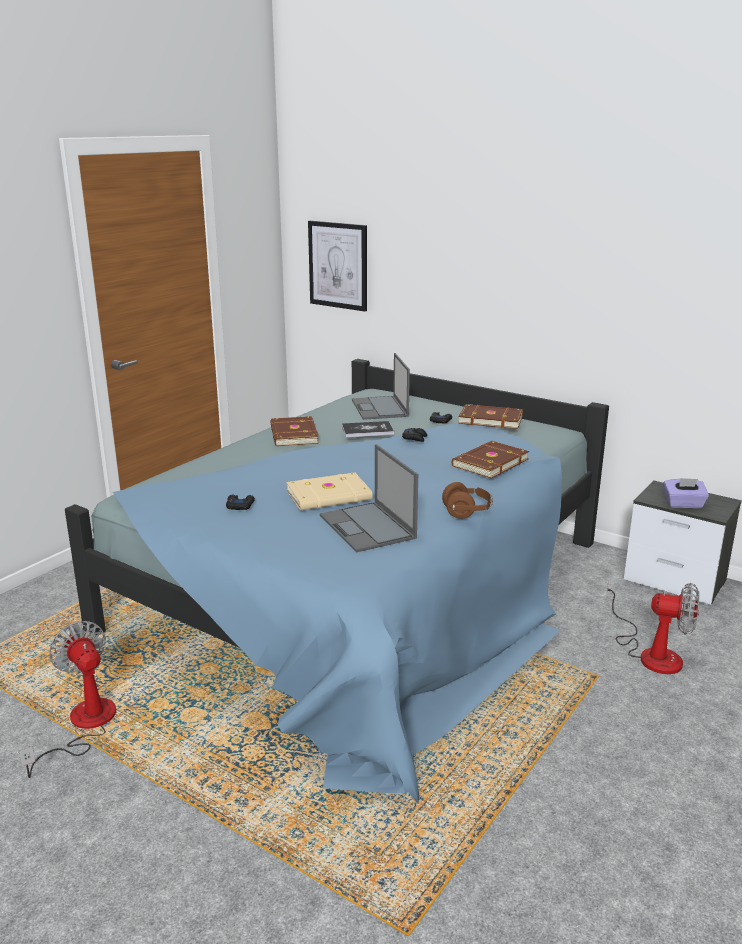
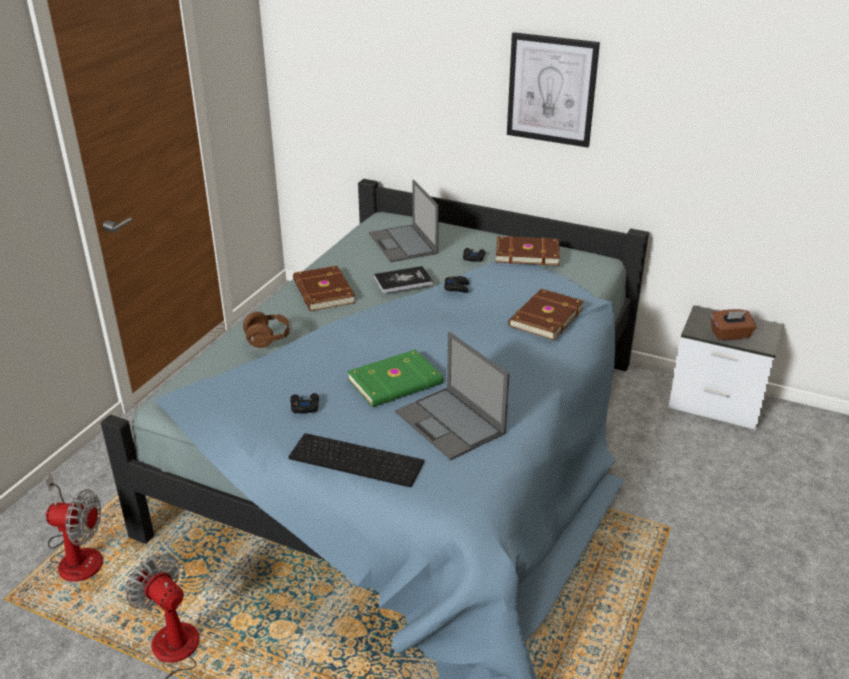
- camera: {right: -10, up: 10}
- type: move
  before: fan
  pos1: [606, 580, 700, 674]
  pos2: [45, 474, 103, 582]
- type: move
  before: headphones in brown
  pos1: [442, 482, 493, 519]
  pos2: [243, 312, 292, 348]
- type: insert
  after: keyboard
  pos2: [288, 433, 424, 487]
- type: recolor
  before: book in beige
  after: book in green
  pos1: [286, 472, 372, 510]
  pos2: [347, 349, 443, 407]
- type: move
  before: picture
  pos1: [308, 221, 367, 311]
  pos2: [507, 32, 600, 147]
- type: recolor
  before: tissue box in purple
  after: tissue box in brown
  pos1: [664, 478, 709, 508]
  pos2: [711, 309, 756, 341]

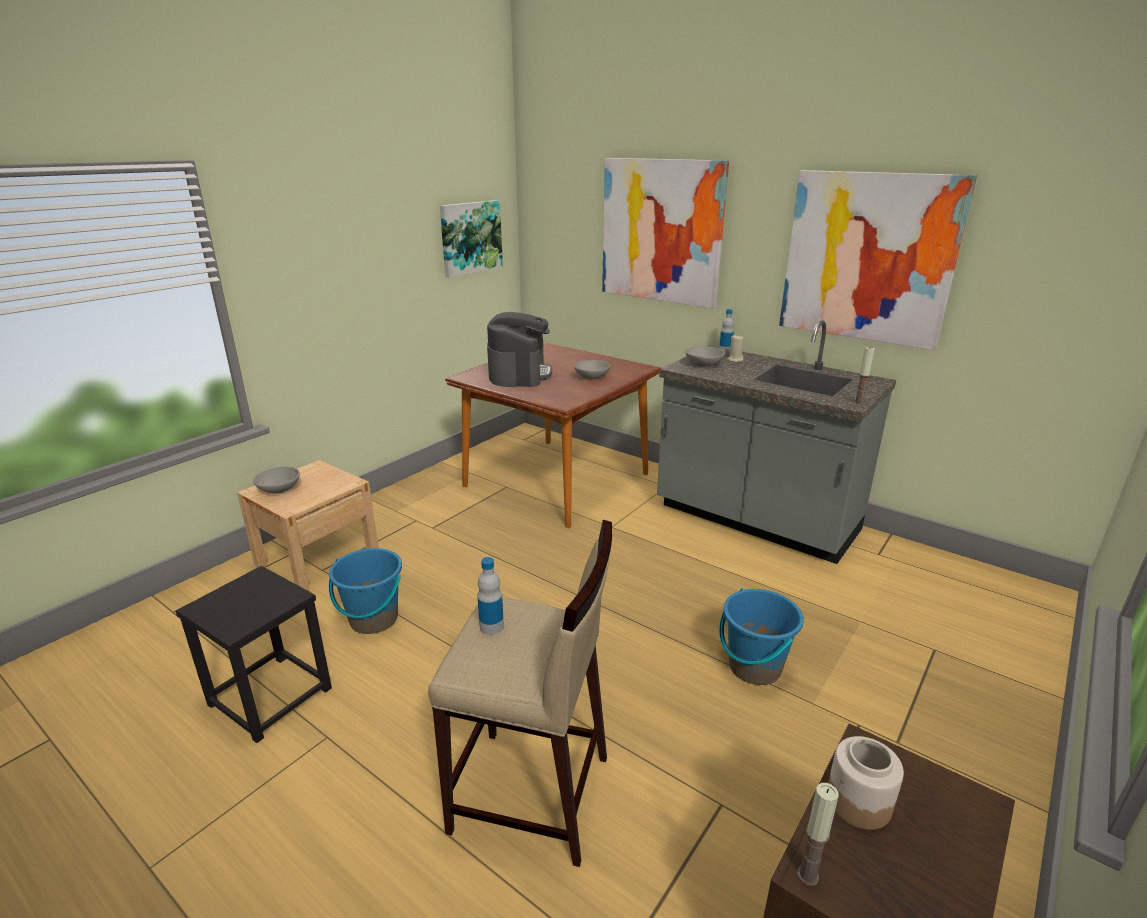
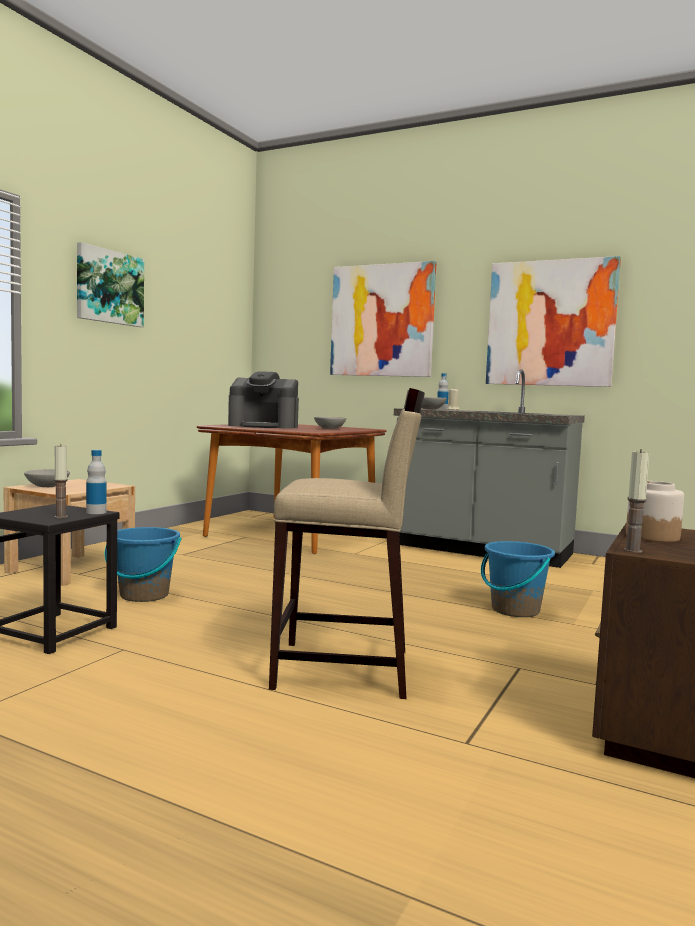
- camera: {right: -10, up: -20}
- type: move
  before: candle
  pos1: [854, 347, 875, 405]
  pos2: [54, 444, 68, 518]
- type: move
  before: picture
  pos1: [440, 200, 503, 278]
  pos2: [77, 242, 144, 327]
- type: move
  before: bottle
  pos1: [477, 557, 504, 635]
  pos2: [86, 450, 107, 514]
- type: rotate
  before: coffee machine
  pos1: [487, 312, 552, 387]
  pos2: [228, 371, 299, 429]
  turn: 105

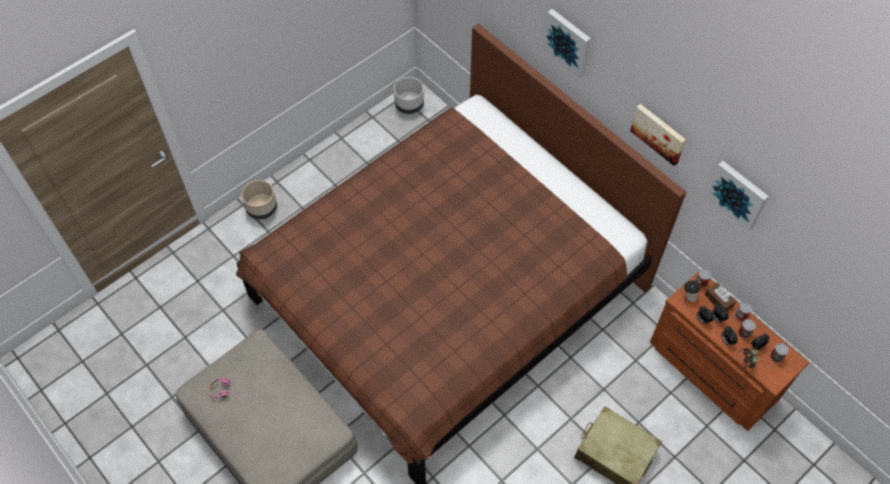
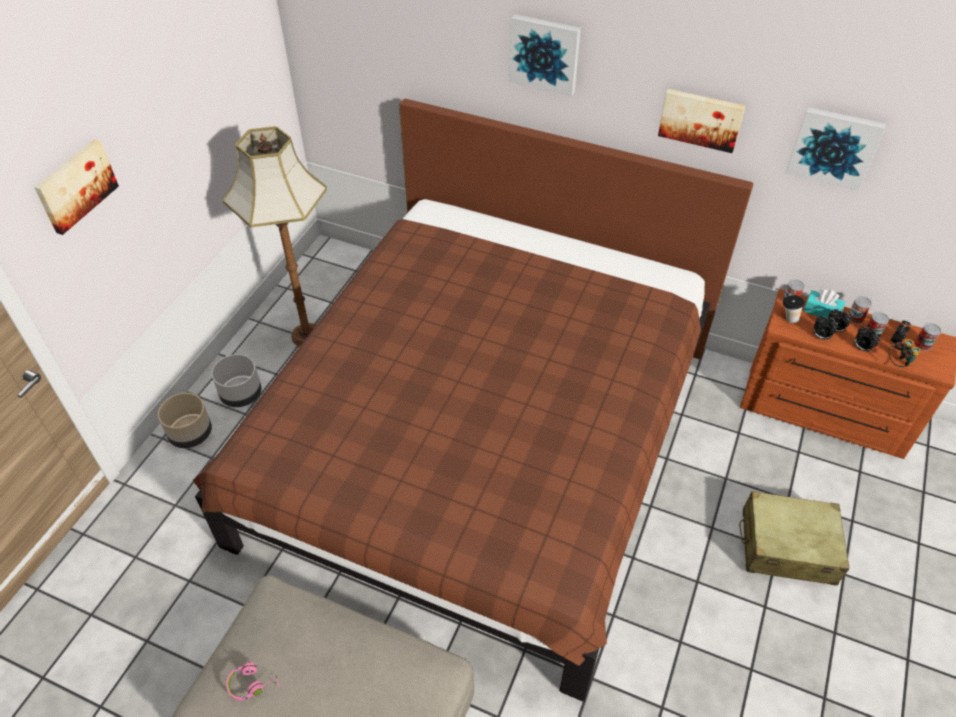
- camera: {right: -25, up: -10}
- type: insert
  after: picture
  pos2: [34, 139, 119, 235]
- type: move
  before: planter in grey
  pos1: [394, 77, 424, 114]
  pos2: [212, 354, 262, 407]
- type: insert
  after: floor lamp
  pos2: [223, 126, 327, 347]
- type: recolor
  before: tissue box in brown
  after: tissue box in turquoise
  pos1: [705, 282, 736, 311]
  pos2: [803, 290, 846, 318]

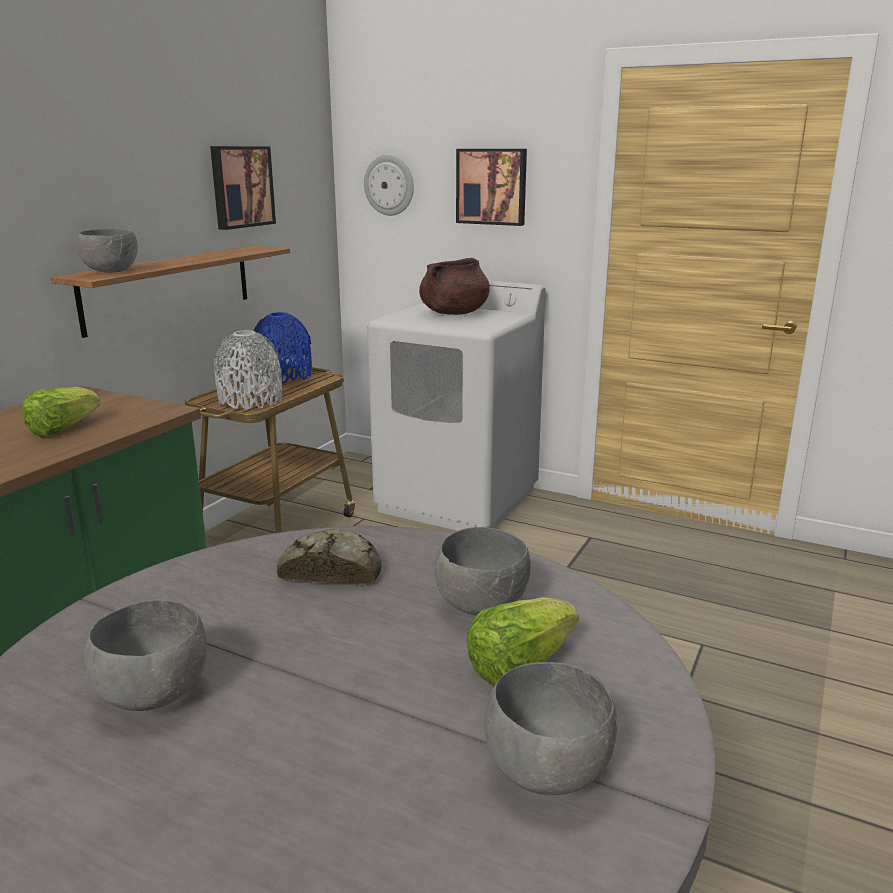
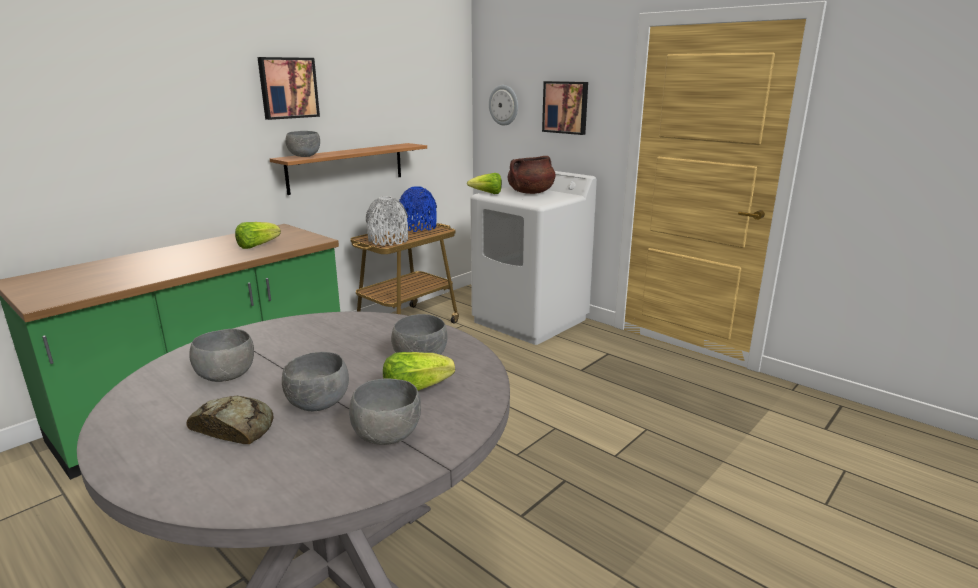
- camera: {right: 15, up: 0}
- type: move
  before: bread
  pos1: [277, 530, 382, 584]
  pos2: [186, 396, 273, 444]
- type: move
  before: picture
  pos1: [210, 146, 276, 230]
  pos2: [257, 57, 320, 120]
- type: insert
  after: bowl in grey
  pos2: [282, 352, 349, 411]
- type: insert
  after: lettuce
  pos2: [467, 173, 502, 194]

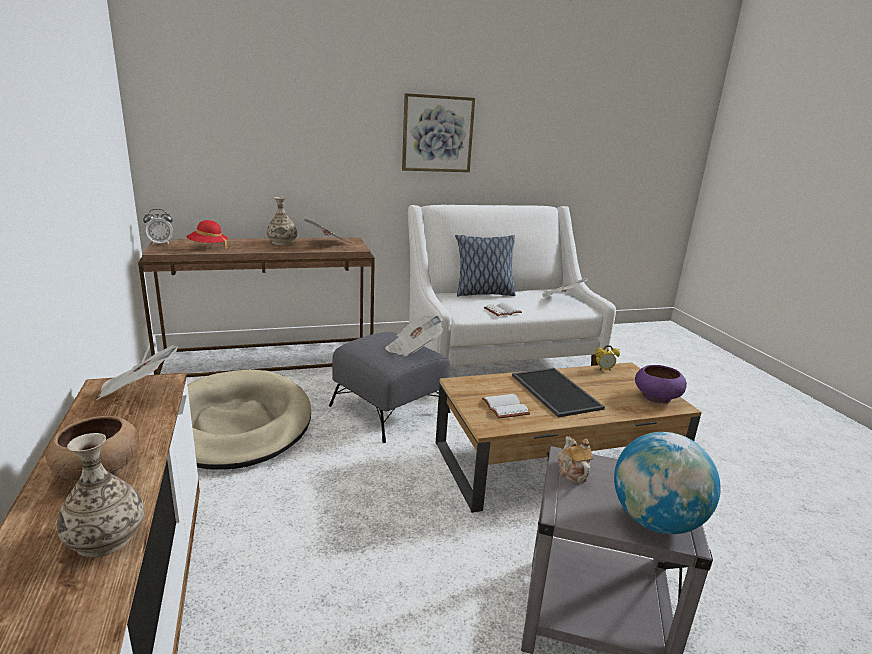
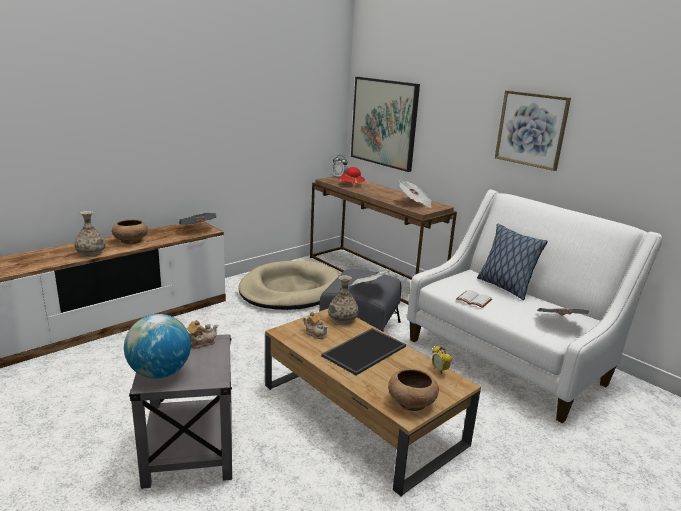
- camera: {right: 65, up: 0}
- type: replace
  before: book in white
  after: teapot
  pos1: [482, 394, 531, 419]
  pos2: [303, 311, 328, 339]
- type: move
  before: vase
  pos1: [267, 197, 297, 245]
  pos2: [328, 275, 359, 325]
- type: insert
  after: picture
  pos2: [351, 77, 420, 172]
- type: recolor
  before: bowl in purple
  after: bowl in brown
  pos1: [635, 365, 687, 403]
  pos2: [388, 369, 439, 411]

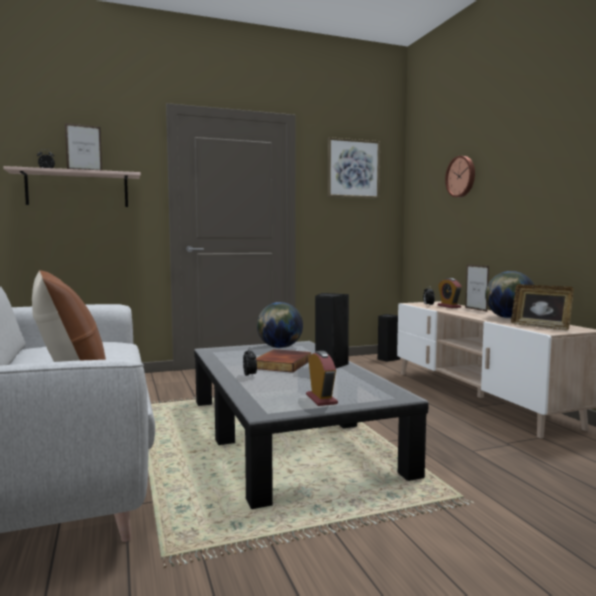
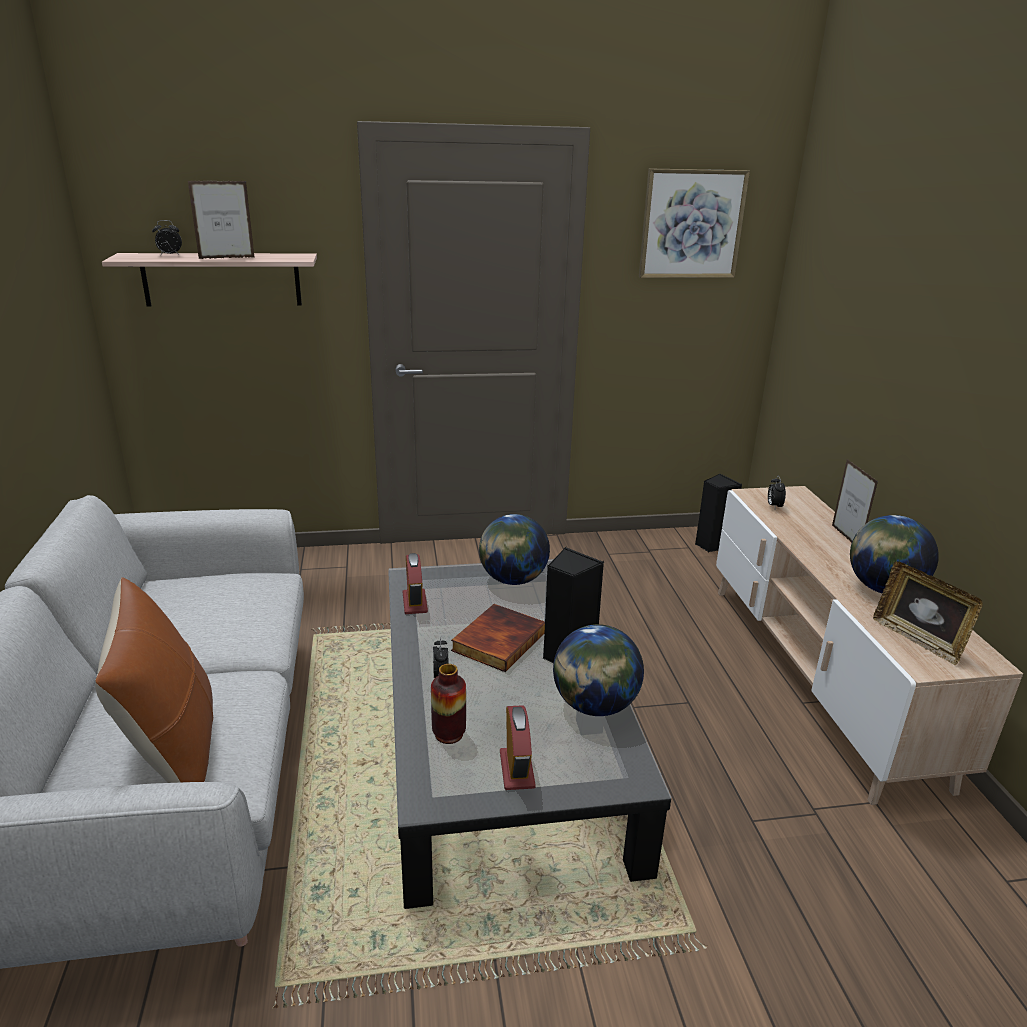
- camera: {right: 10, up: 20}
- type: move
  before: alarm clock
  pos1: [438, 278, 462, 308]
  pos2: [403, 553, 428, 614]
- type: insert
  after: vase
  pos2: [431, 664, 466, 744]
- type: insert
  after: globe
  pos2: [553, 624, 644, 716]
- type: delete
  before: wall clock
  pos1: [445, 156, 475, 197]

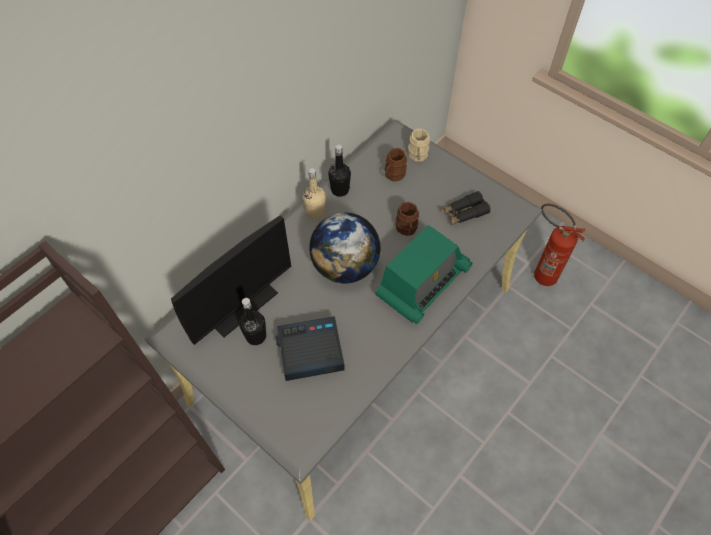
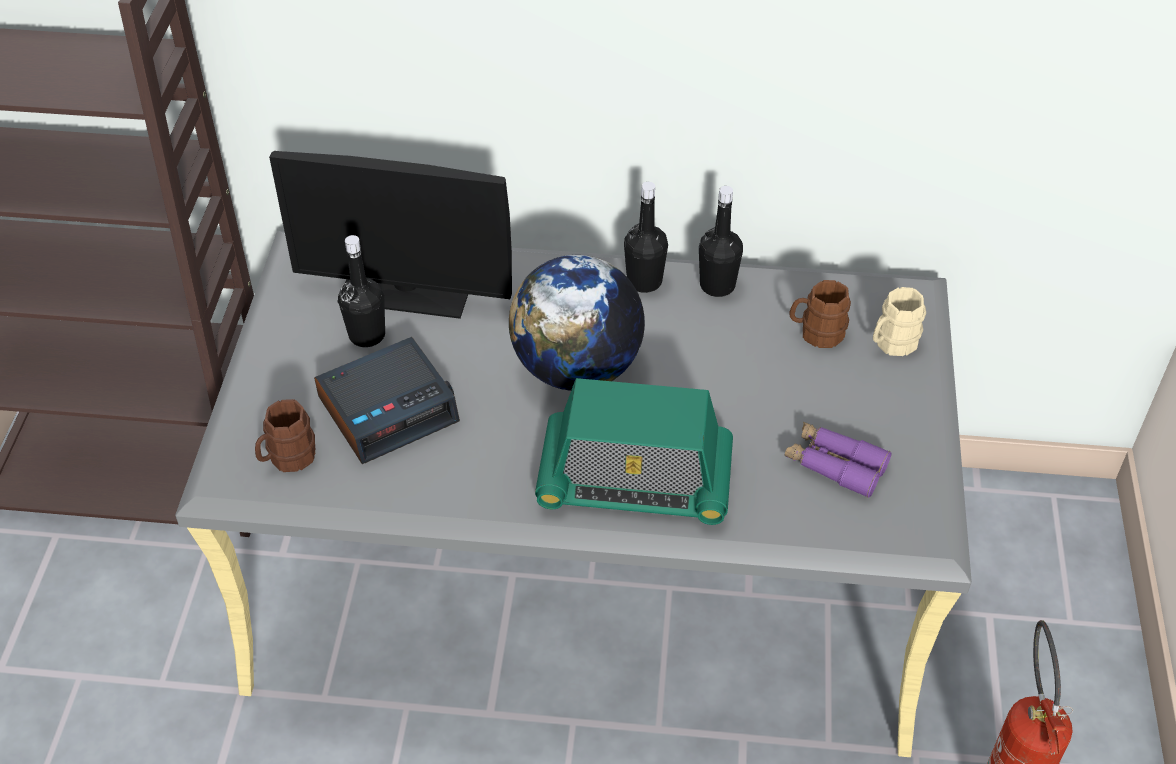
- camera: {right: 55, up: -10}
- type: move
  before: mug in brown
  pos1: [396, 202, 419, 236]
  pos2: [255, 399, 315, 472]
- type: rotate
  before: alarm clock
  pos1: [276, 316, 344, 381]
  pos2: [314, 337, 460, 464]
  turn: 105
- type: recolor
  before: bottle in beige
  after: bottle in black
  pos1: [303, 168, 326, 220]
  pos2: [624, 182, 668, 293]
- type: recolor
  before: binoculars in black
  after: binoculars in purple
  pos1: [441, 191, 491, 225]
  pos2: [785, 422, 891, 498]

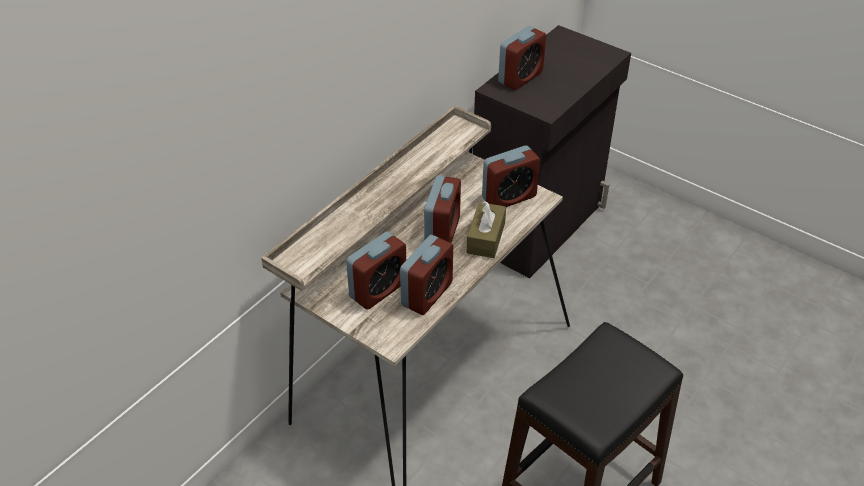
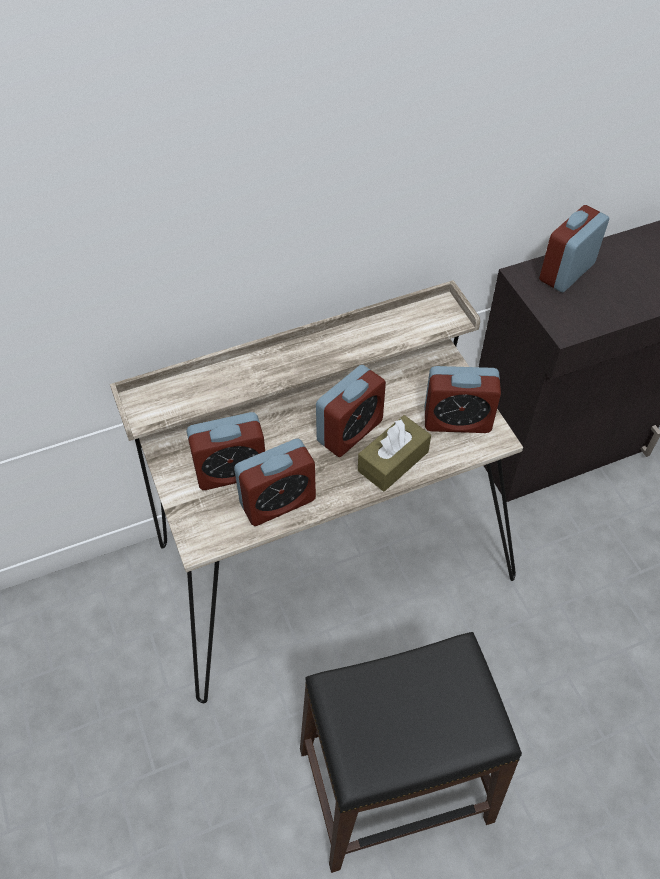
- camera: {right: 30, up: 10}
- type: rotate
  before: alarm clock
  pos1: [498, 26, 546, 90]
  pos2: [539, 205, 609, 292]
  turn: 150

